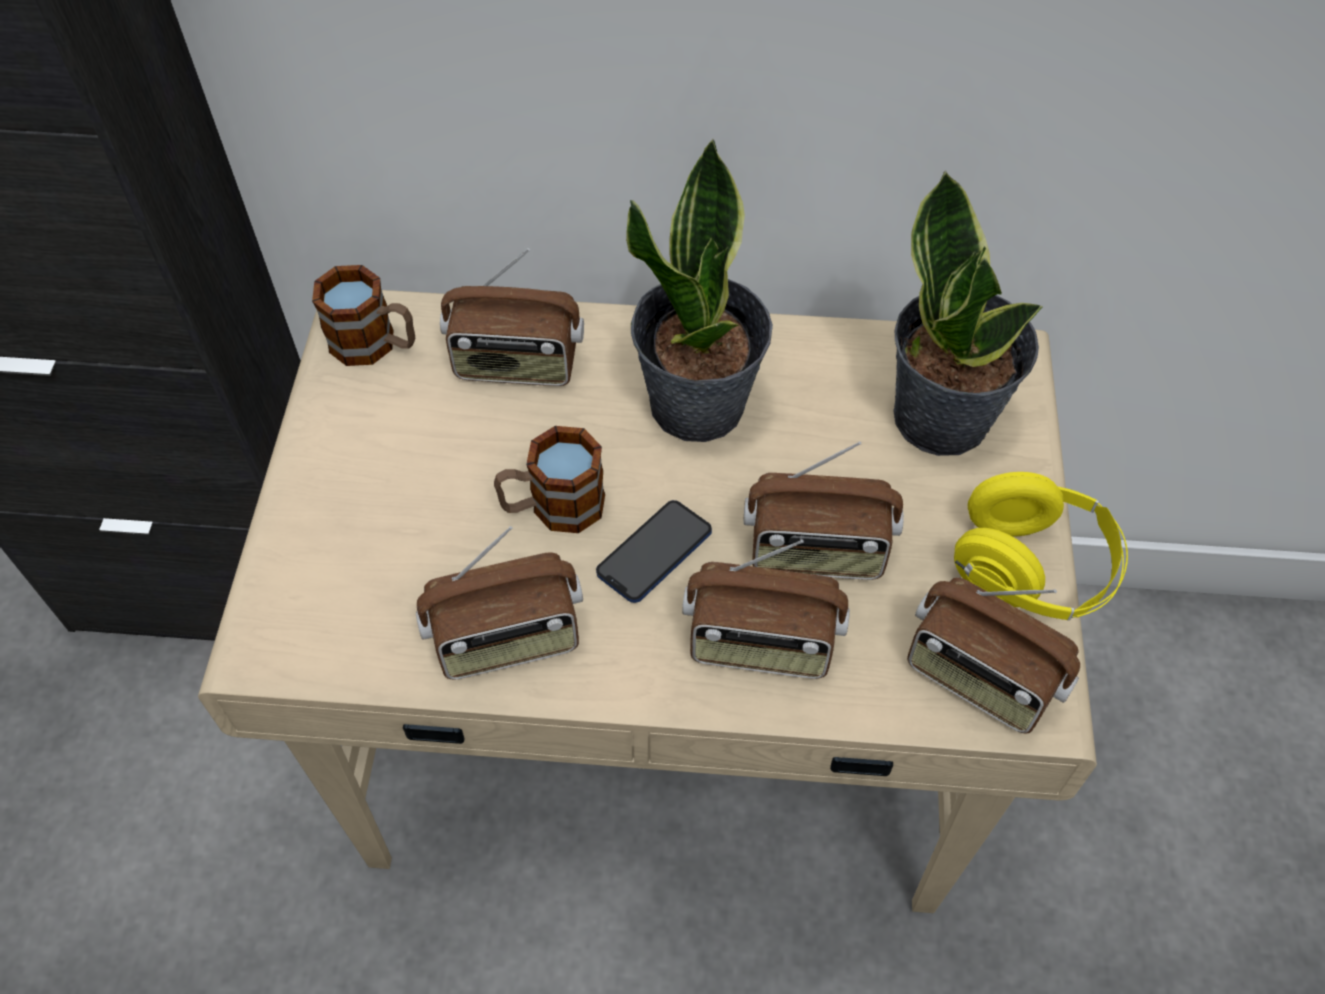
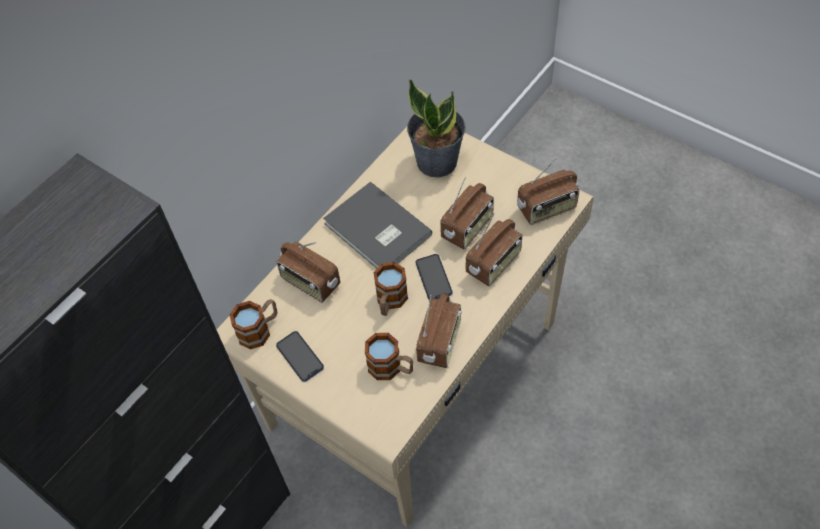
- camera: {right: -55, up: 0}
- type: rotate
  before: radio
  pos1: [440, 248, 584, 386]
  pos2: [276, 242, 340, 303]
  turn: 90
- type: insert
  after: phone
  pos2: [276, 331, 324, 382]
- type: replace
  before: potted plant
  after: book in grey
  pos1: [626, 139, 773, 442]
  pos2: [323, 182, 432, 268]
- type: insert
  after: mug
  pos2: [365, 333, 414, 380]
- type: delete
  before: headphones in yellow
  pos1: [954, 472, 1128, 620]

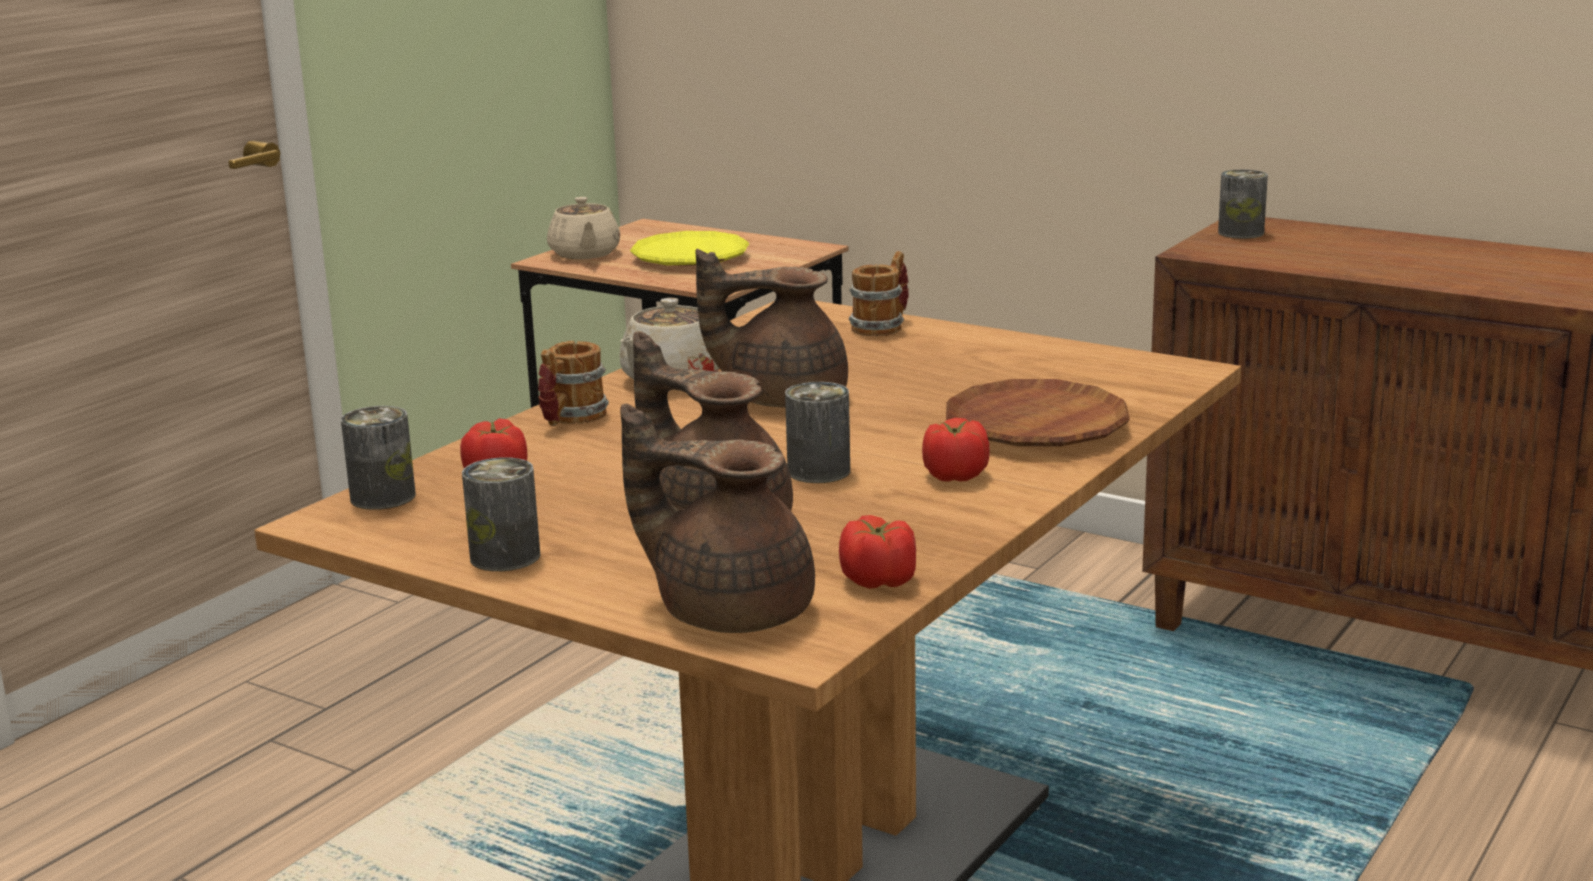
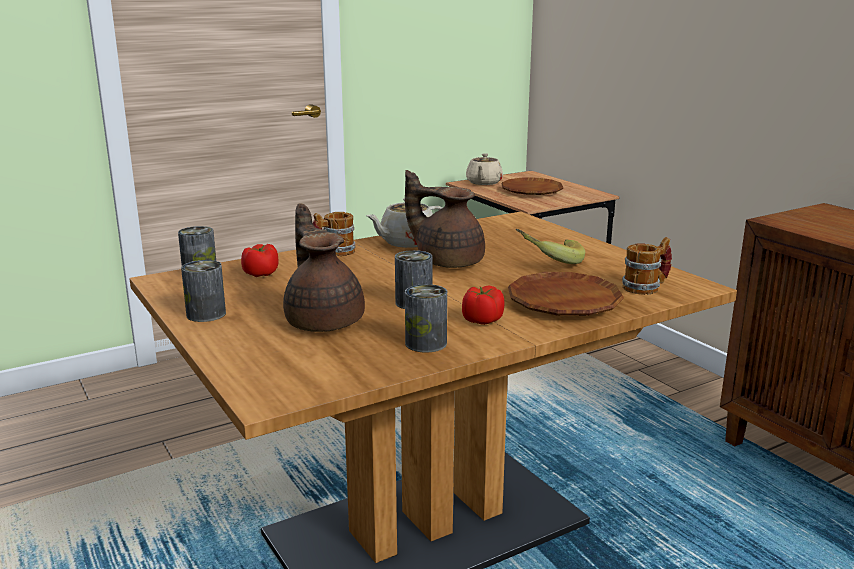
- camera: {right: 25, up: 0}
- type: move
  before: can
  pos1: [1218, 169, 1268, 239]
  pos2: [405, 284, 447, 353]
- type: recolor
  before: plate in yellow
  after: plate in brown
  pos1: [630, 231, 749, 266]
  pos2: [501, 178, 563, 195]
- type: insert
  after: banana
  pos2: [516, 229, 585, 264]
- type: move
  before: mug
  pos1: [849, 251, 909, 336]
  pos2: [622, 237, 672, 295]
- type: delete
  before: teapot in brown
  pos1: [620, 403, 815, 633]
- type: delete
  before: tomato
  pos1: [839, 515, 916, 589]

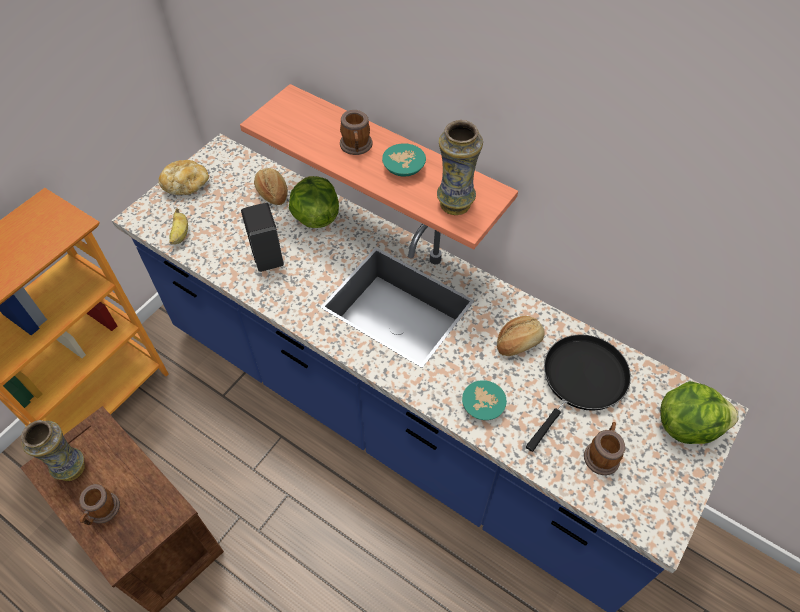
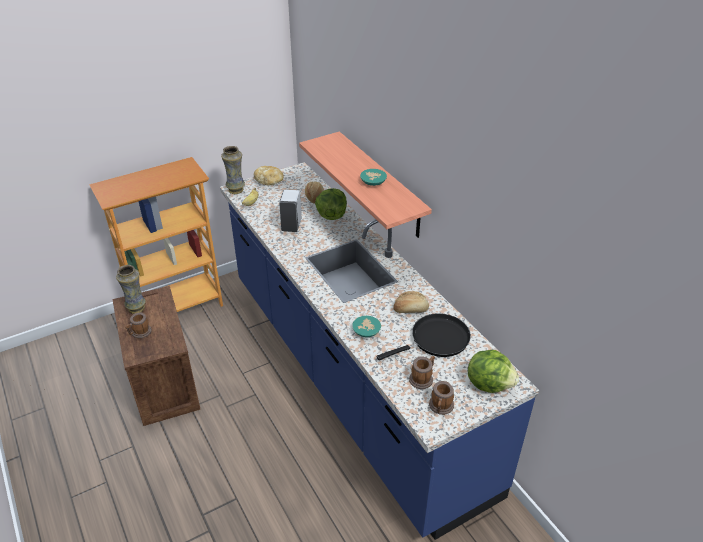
- camera: {right: 25, up: -15}
- type: move
  before: vase
  pos1: [437, 120, 483, 215]
  pos2: [221, 146, 245, 194]
- type: recolor
  before: soap dispenser in black
  after: soap dispenser in white
  pos1: [241, 203, 284, 272]
  pos2: [279, 190, 301, 232]
- type: move
  before: mug
  pos1: [340, 110, 372, 155]
  pos2: [429, 381, 454, 415]

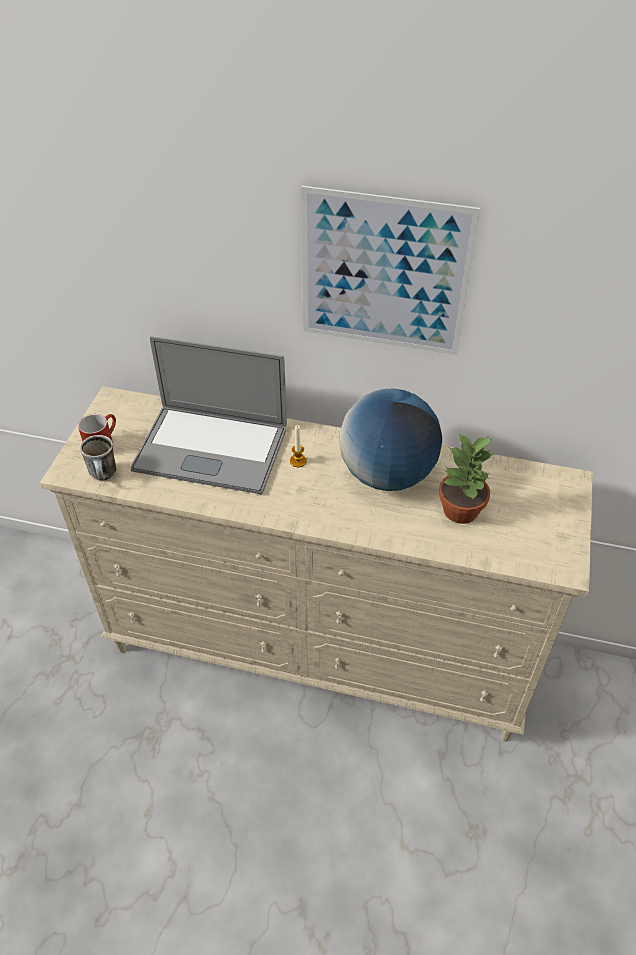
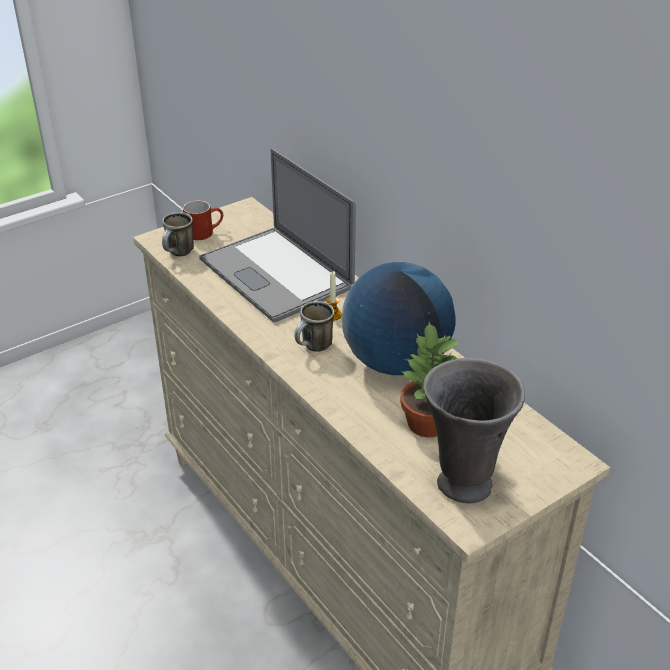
- camera: {right: 40, up: -10}
- type: insert
  after: mug
  pos2: [294, 301, 335, 352]
- type: insert
  after: vase in grey
  pos2: [423, 358, 525, 503]
- type: delete
  before: picture
  pos1: [301, 186, 480, 355]

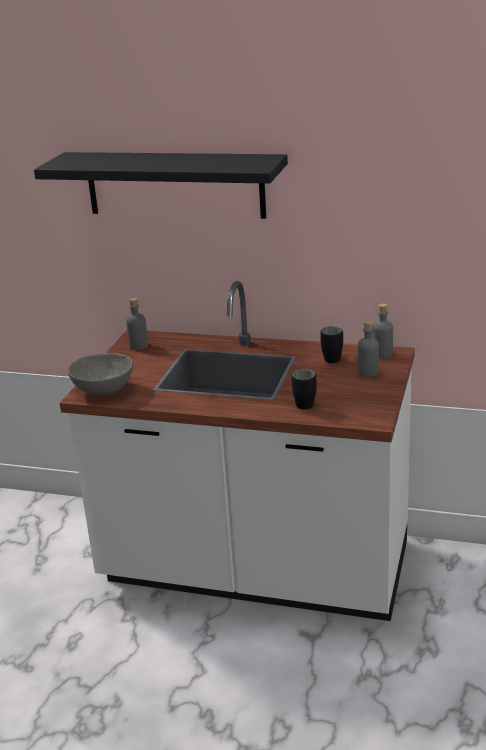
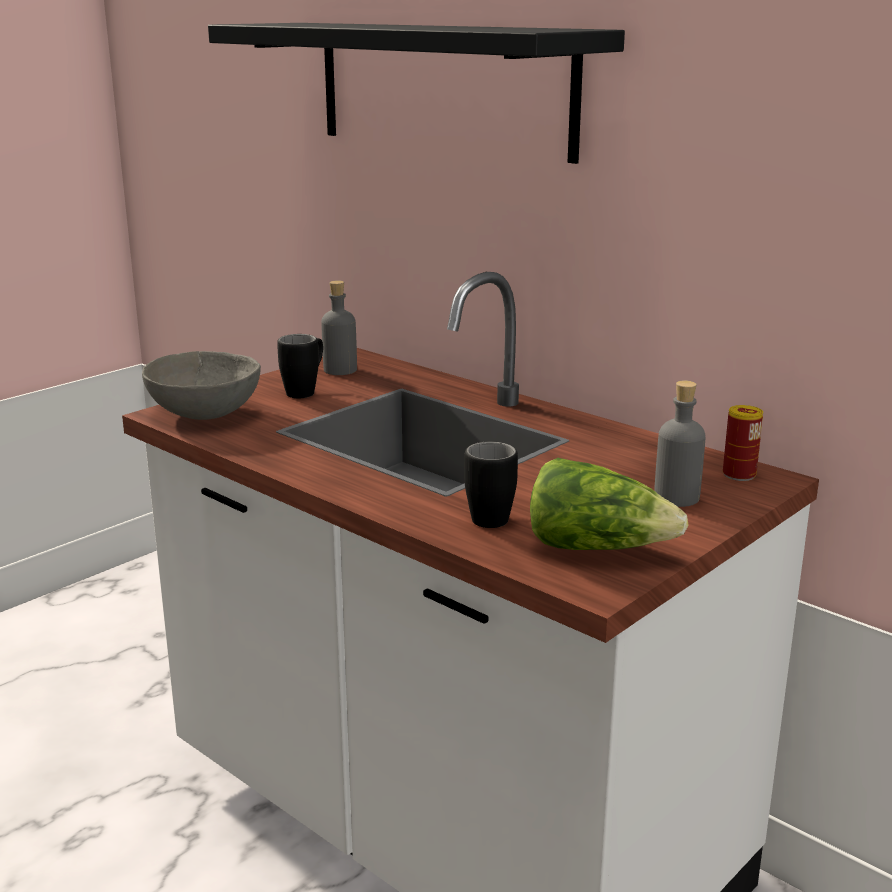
- camera: {right: 25, up: -5}
- type: move
  before: mug in black
  pos1: [320, 326, 343, 363]
  pos2: [277, 334, 323, 398]
- type: insert
  after: lettuce
  pos2: [530, 458, 689, 550]
- type: replace
  before: bottle in grey
  after: can
  pos1: [372, 303, 393, 359]
  pos2: [723, 405, 763, 481]

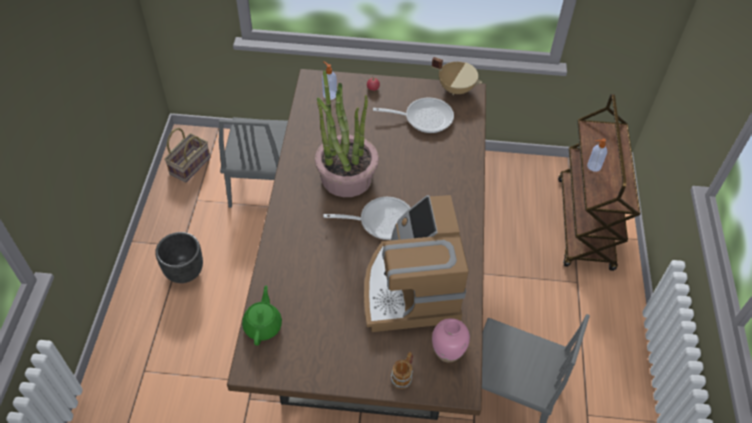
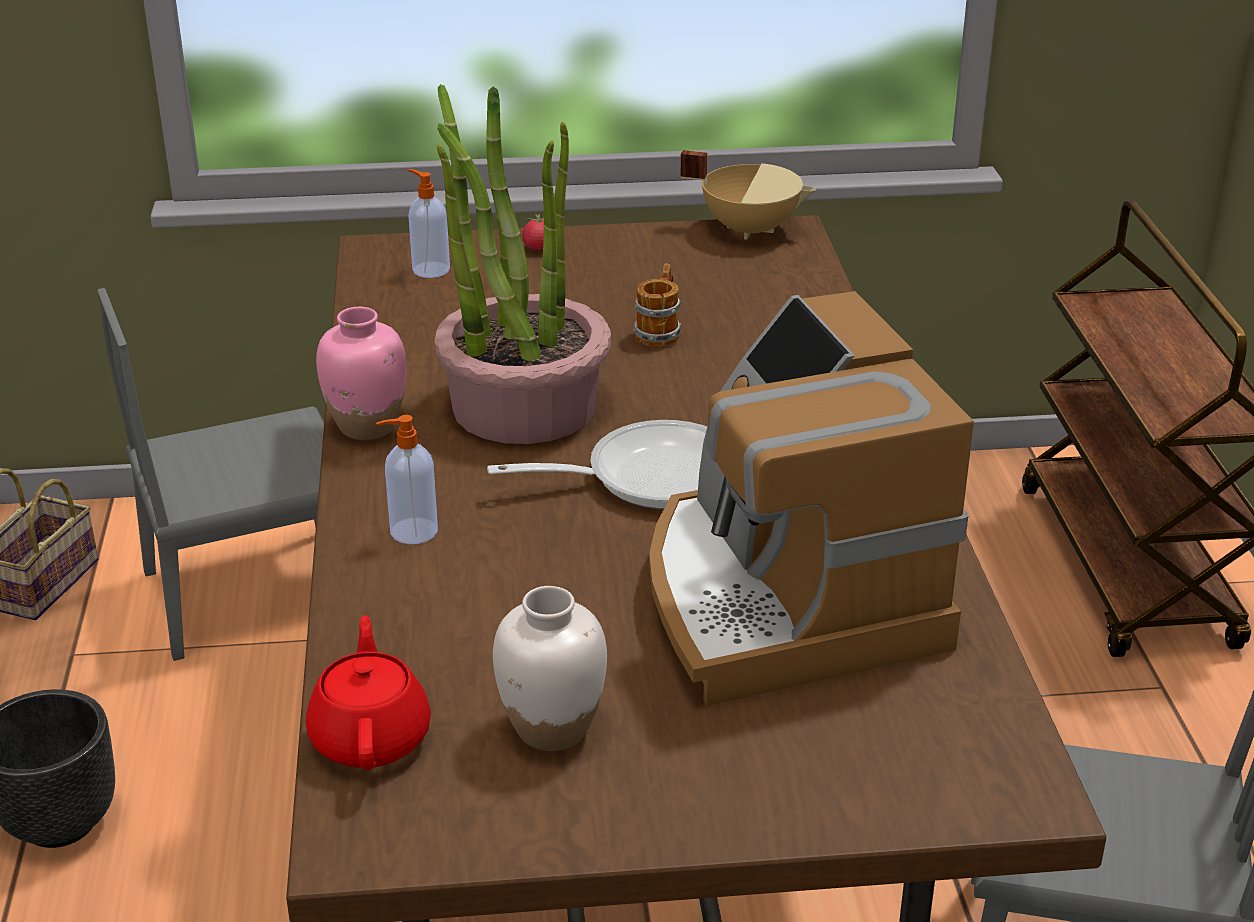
- camera: {right: -10, up: -20}
- type: rotate
  before: chair in grey
  pos1: [219, 117, 288, 208]
  pos2: [97, 288, 324, 661]
  turn: 75
- type: recolor
  before: teapot in green
  after: teapot in red
  pos1: [242, 285, 282, 346]
  pos2: [306, 615, 431, 770]
- type: move
  before: vase in pink
  pos1: [432, 318, 470, 363]
  pos2: [316, 307, 406, 440]
- type: move
  before: soap dispenser
  pos1: [587, 138, 607, 172]
  pos2: [376, 415, 438, 544]
- type: insert
  after: vase in white
  pos2: [493, 586, 607, 751]
- type: move
  before: mug
  pos1: [390, 351, 413, 389]
  pos2: [633, 263, 681, 347]
- type: delete
  before: frying pan
  pos1: [373, 97, 454, 133]

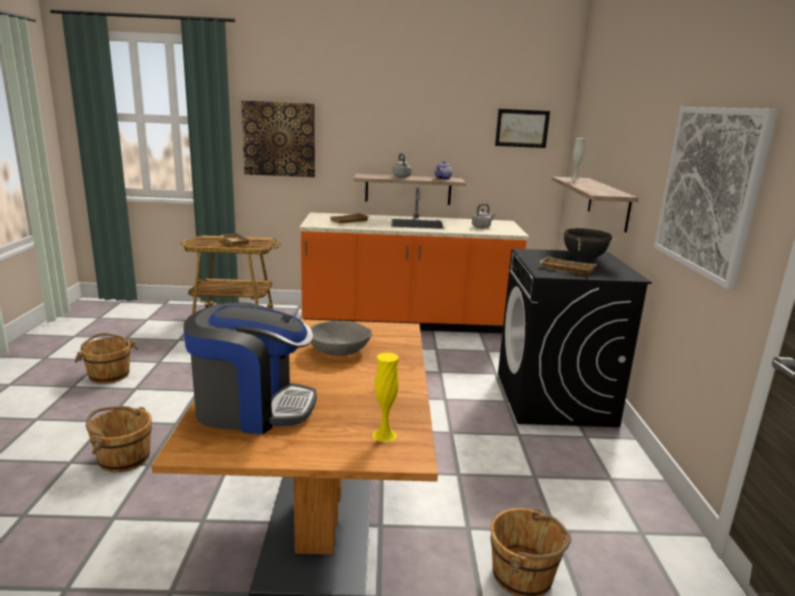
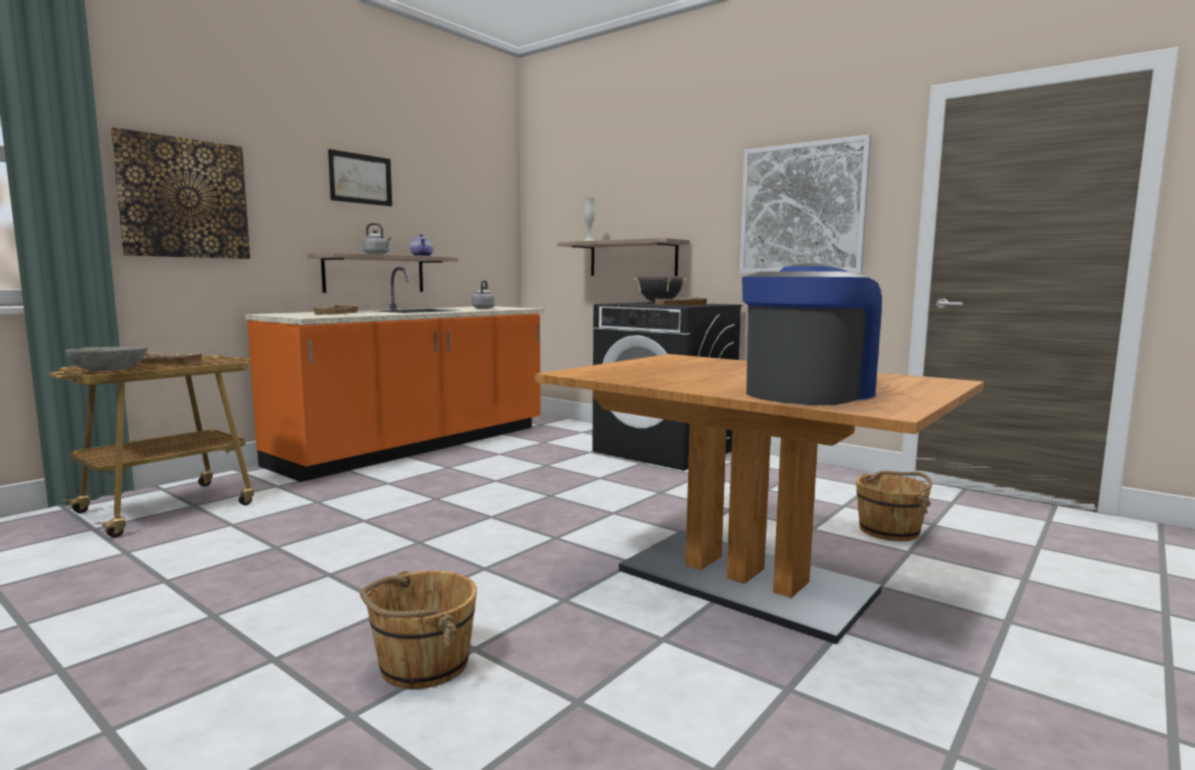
- camera: {right: -50, up: -10}
- type: move
  before: bowl in grey
  pos1: [310, 321, 372, 356]
  pos2: [65, 346, 148, 371]
- type: move
  before: picture
  pos1: [495, 109, 550, 148]
  pos2: [328, 149, 392, 206]
- type: delete
  before: bucket in brown
  pos1: [75, 333, 138, 384]
- type: delete
  before: vase in yellow
  pos1: [372, 353, 399, 442]

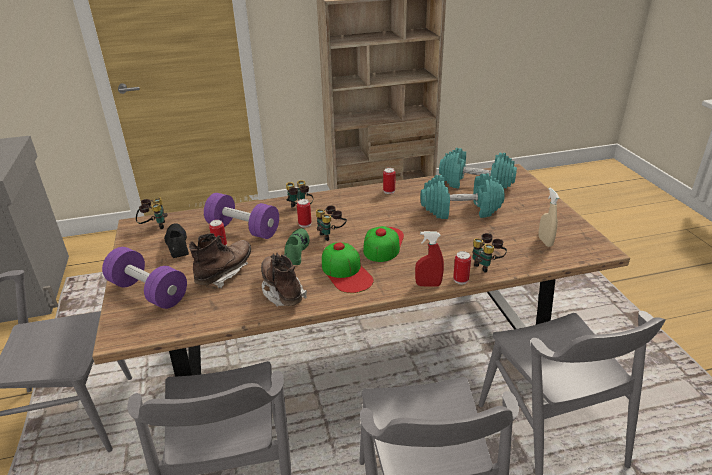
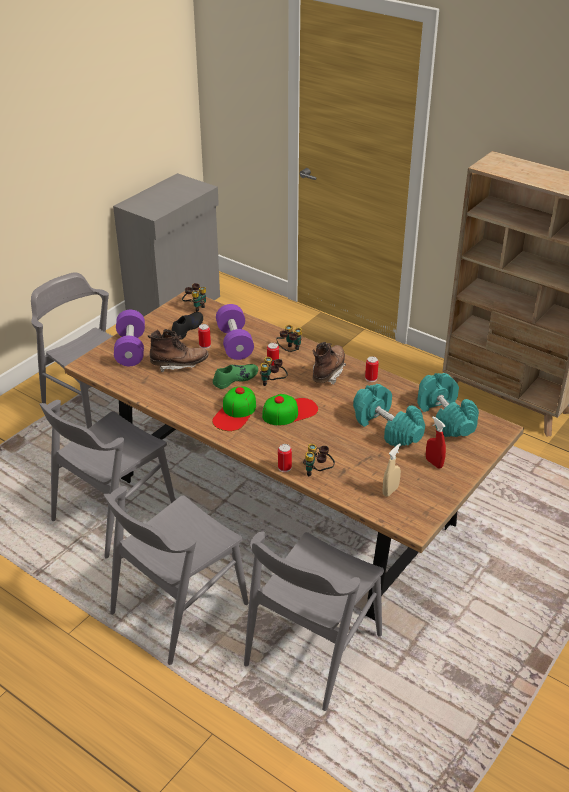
- camera: {right: 50, up: 5}
- type: move
  before: boot in brown
  pos1: [261, 253, 307, 307]
  pos2: [312, 342, 346, 385]
- type: move
  before: spray bottle in red
  pos1: [415, 231, 444, 287]
  pos2: [426, 416, 446, 469]

